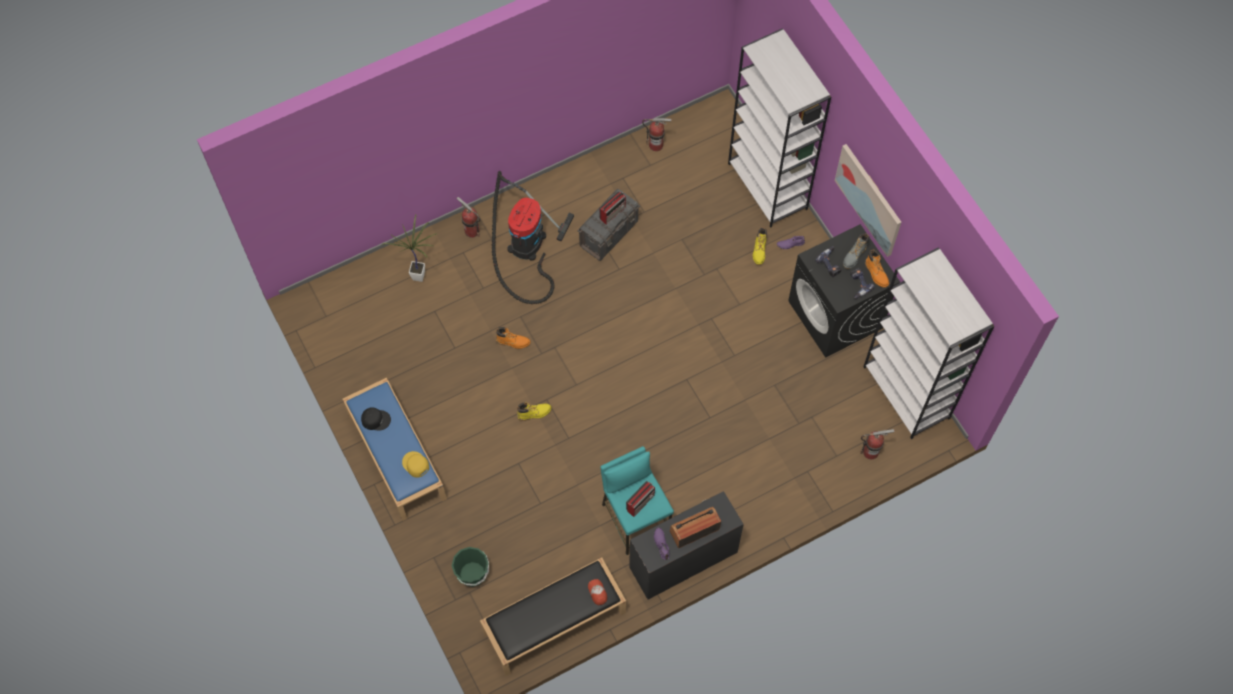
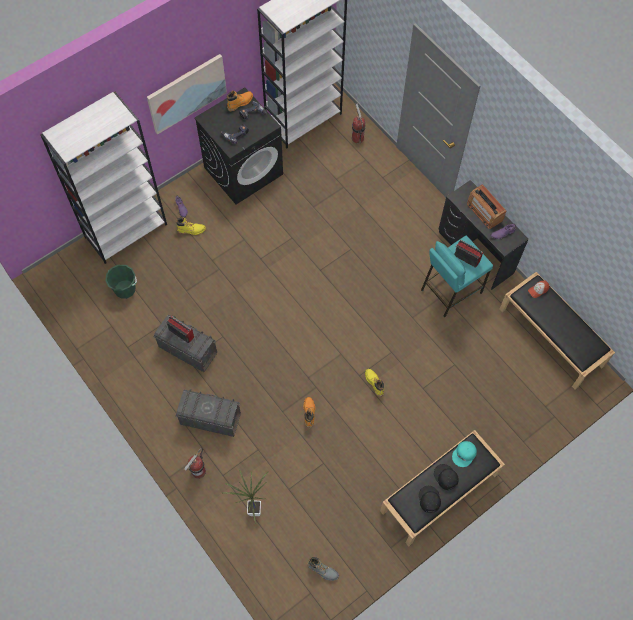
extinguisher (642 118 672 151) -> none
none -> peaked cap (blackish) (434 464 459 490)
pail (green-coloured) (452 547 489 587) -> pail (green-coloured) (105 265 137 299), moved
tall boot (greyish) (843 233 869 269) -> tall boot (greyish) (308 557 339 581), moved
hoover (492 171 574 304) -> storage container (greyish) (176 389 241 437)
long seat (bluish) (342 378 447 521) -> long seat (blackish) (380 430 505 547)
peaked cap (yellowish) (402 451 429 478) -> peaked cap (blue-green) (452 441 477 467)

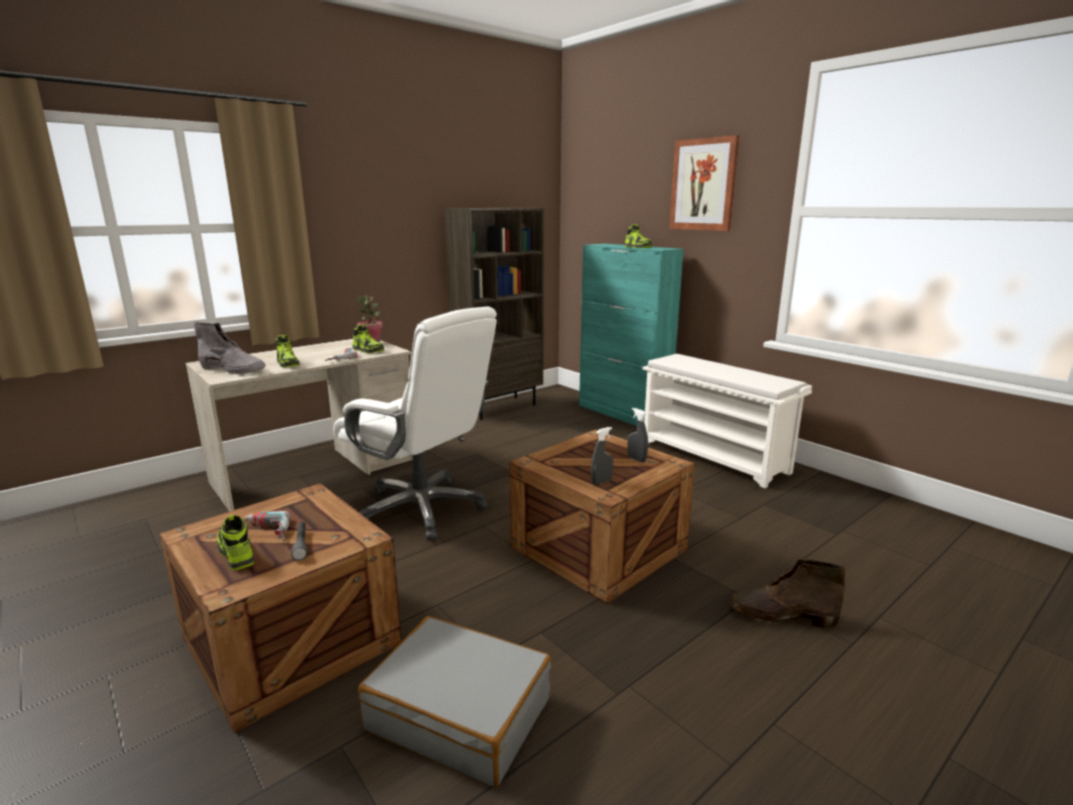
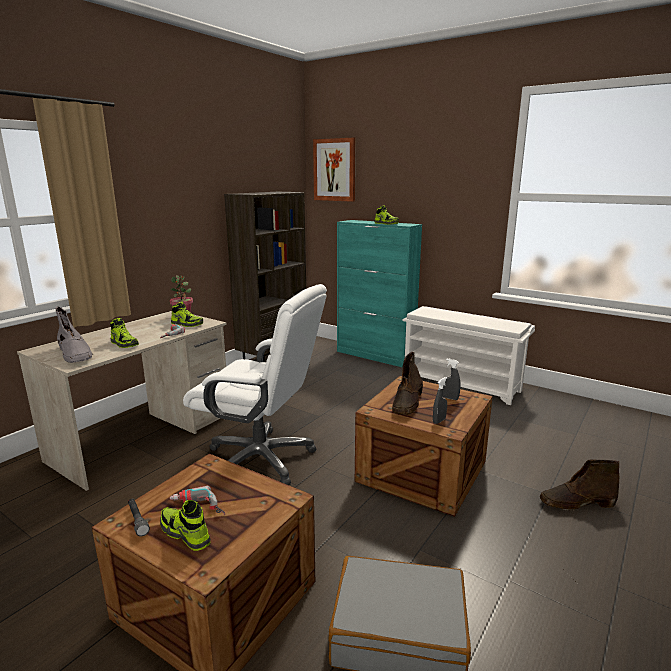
none -> tall boot (brown) (392 352 423 415)
flashlight (greyish) (291 522 308 561) -> flashlight (greyish) (128 499 150 536), moved
wall art (669 135 740 231) -> wall art (313 137 356 202), moved
tall boot (greyish) (194 323 265 374) -> tall boot (greyish) (55 307 93 363), 45 degrees clockwise

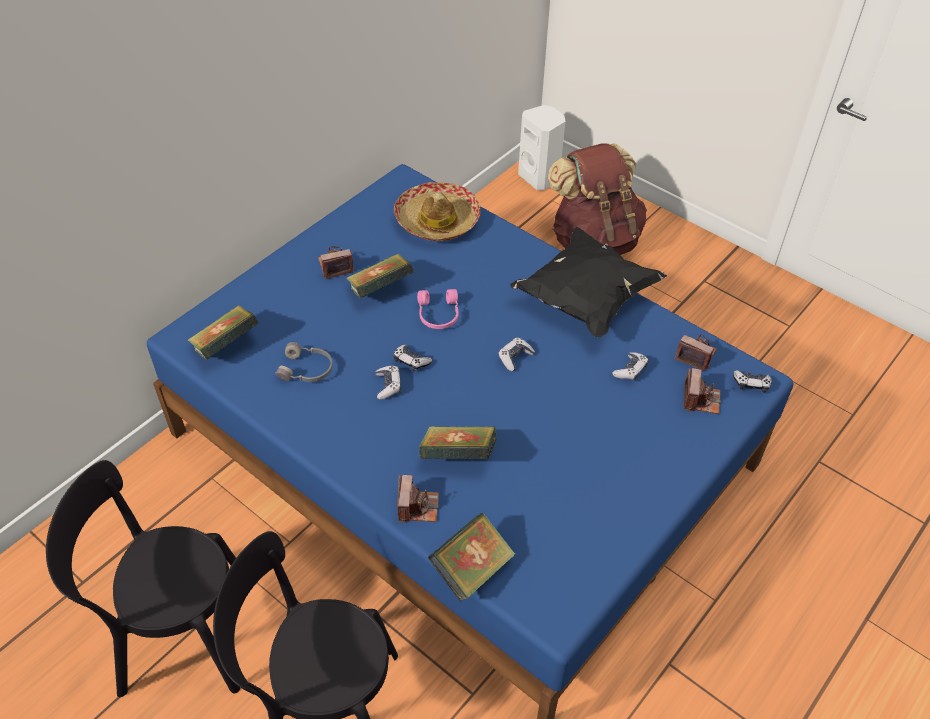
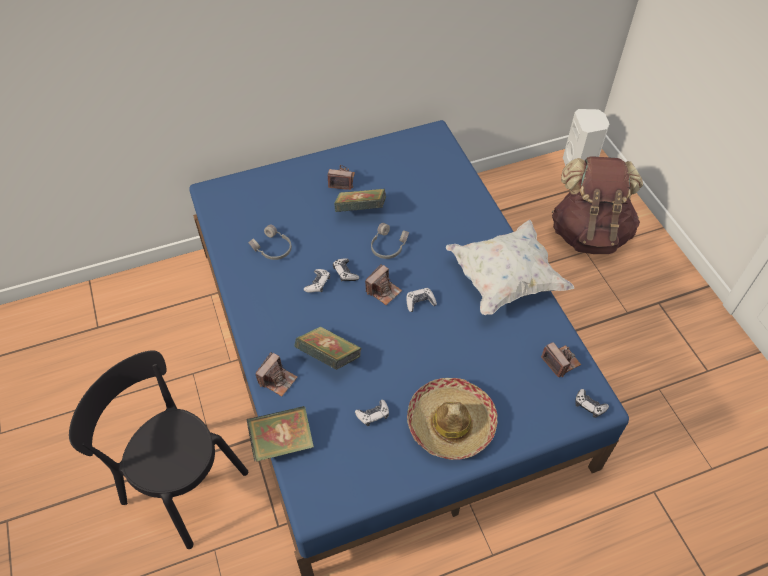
chair (blackish) (46 460 240 697) -> none
volume (188 305 259 360) -> none
clothing hat (394 182 481 241) -> clothing hat (407 378 498 460), moved
gamepad (612 352 649 381) -> gamepad (355 400 389 426), moved
photo camera (684 368 721 414) -> photo camera (365 264 402 305), moved
headset (pinkish) (417 289 459 329) -> headset (greyish) (371 223 409 259)
throw pillow (blackish) (510 227 667 337) -> throw pillow (white) (446 220 574 315)

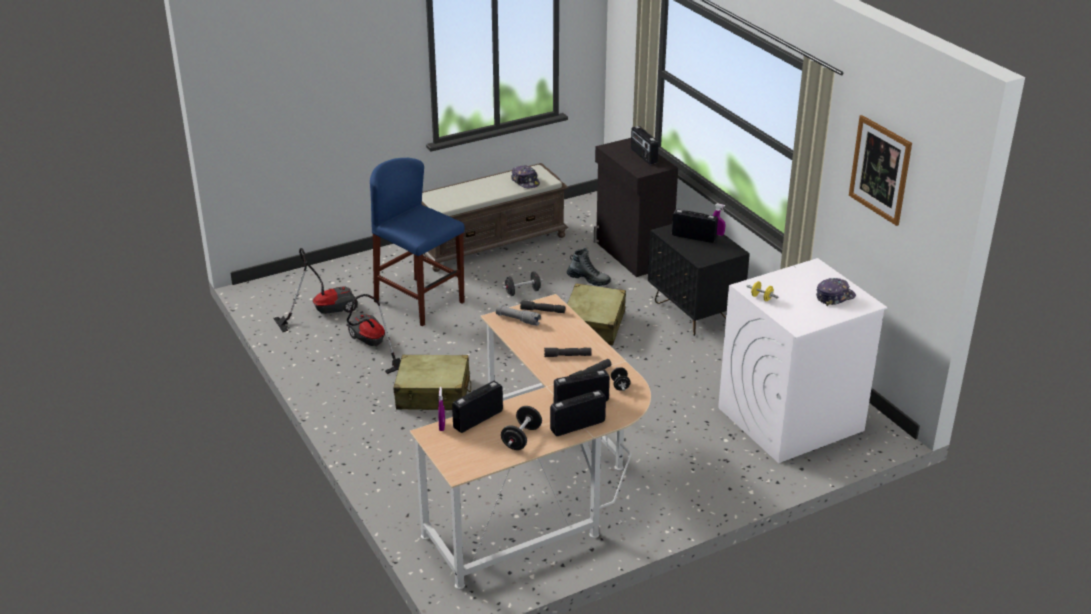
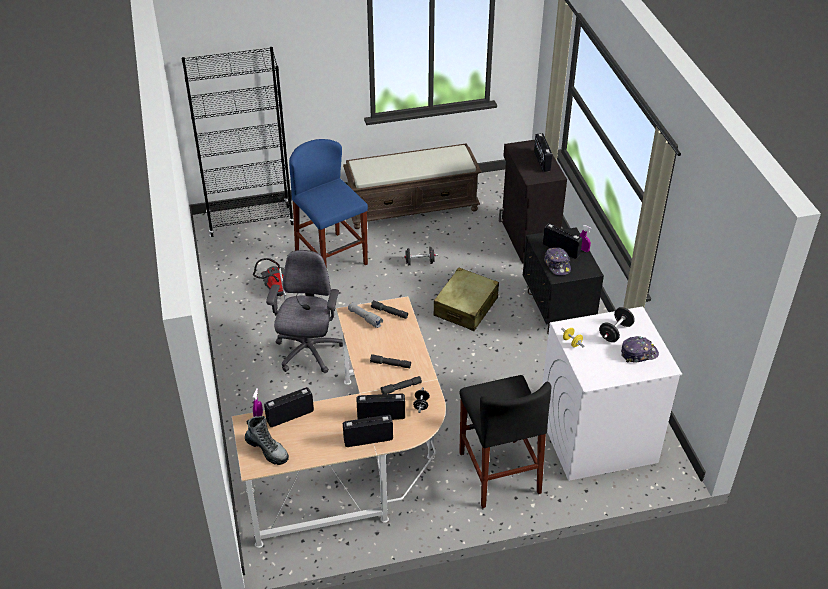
hoover (273 248 358 332) -> none
wall art (849 115 912 226) -> none
none -> bookshelf (blackish) (182 47 294 237)
none -> stool (blackish) (459 375 551 508)
free weight (blackish) (501 406 542 450) -> free weight (blackish) (599 307 635 342), moved
peaked cap (511 165 540 188) -> peaked cap (544 247 571 275), moved
tall boot (567 248 611 286) -> tall boot (245 416 289 465), moved
travel case (beige-coloured) (394 355 471 410) -> desk chair (greyish) (266 250 343 373)

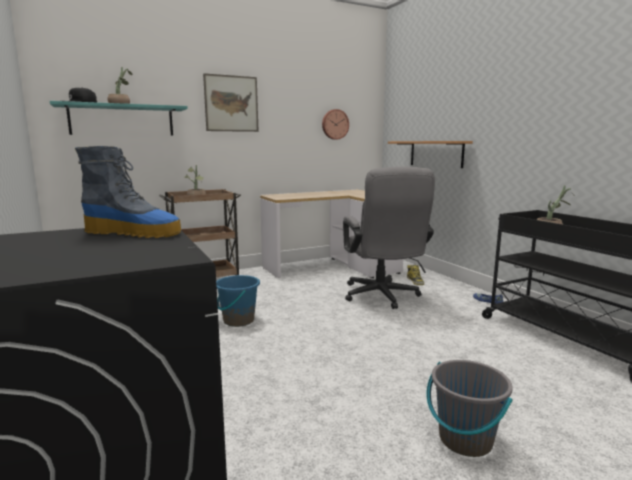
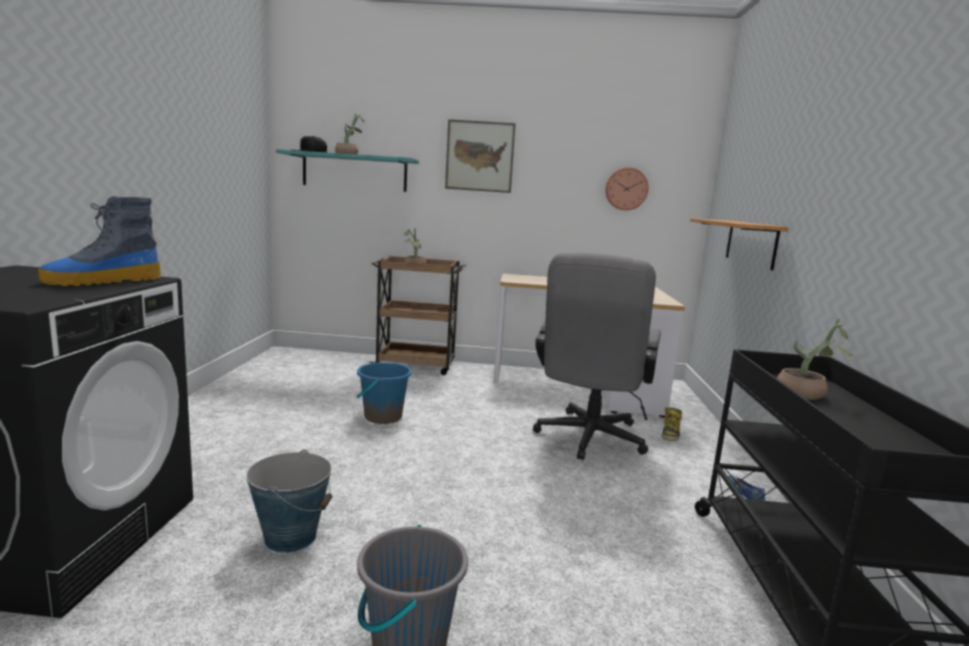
none -> pail (246 449 332 553)
tall boot (75 146 181 238) -> tall boot (38 196 161 286), 90 degrees clockwise

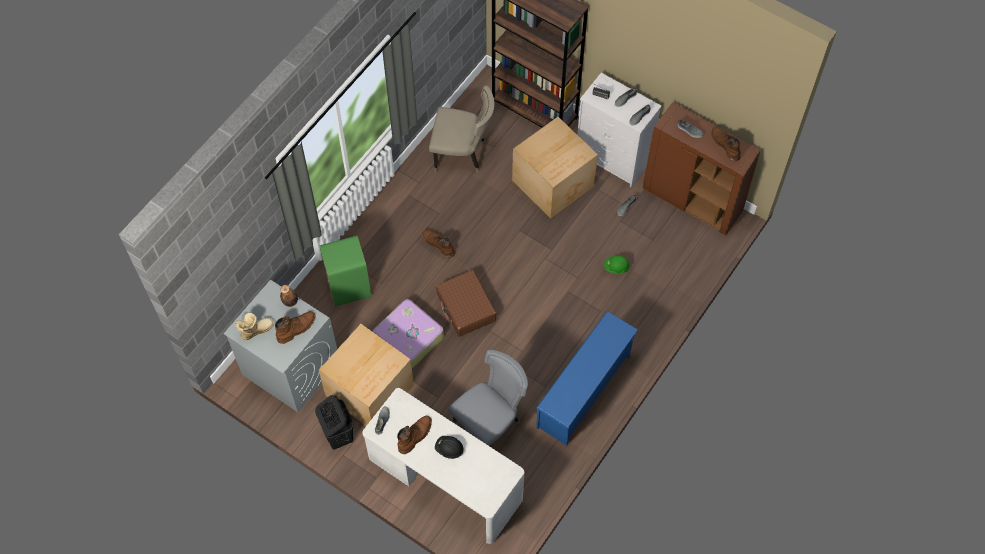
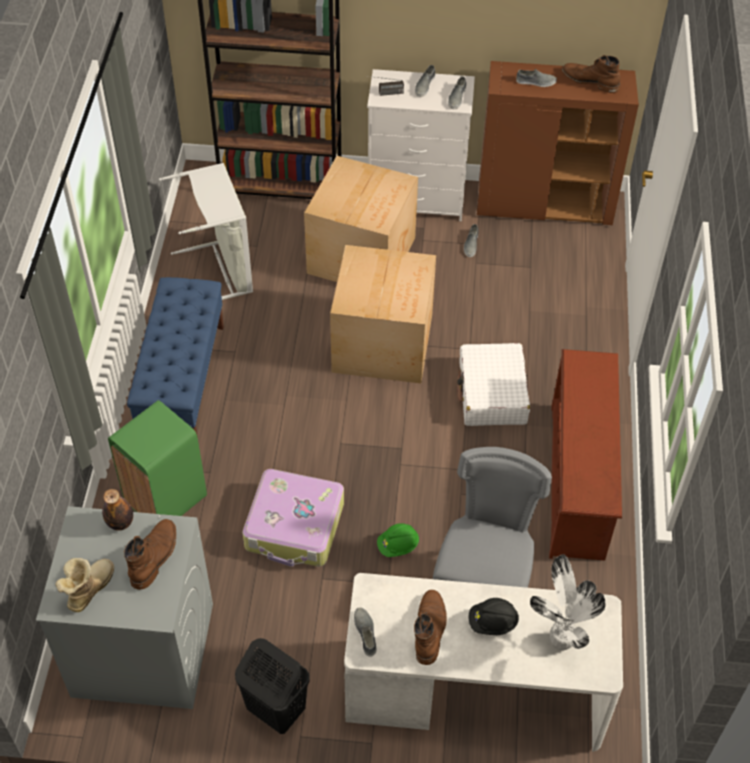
tall boot (brown) (422 230 455 258) -> none
travel case (brown) (436 270 496 337) -> none
none -> long seat (bluish) (127 277 224 437)
none -> travel case (white) (457 343 530 426)
none -> houseplant (530 554 606 651)
packing box (319 324 414 426) -> packing box (330 245 436 383), moved
safety helmet (green-coloured) (604 255 630 274) -> safety helmet (green-coloured) (377 523 419 557), moved
chair (beige-coloured) (429 85 495 173) -> laundry basket (greyish) (159 163 253 300)
shoe rack (bluish) (536 311 638 446) -> shoe rack (brown) (549 349 622 561)

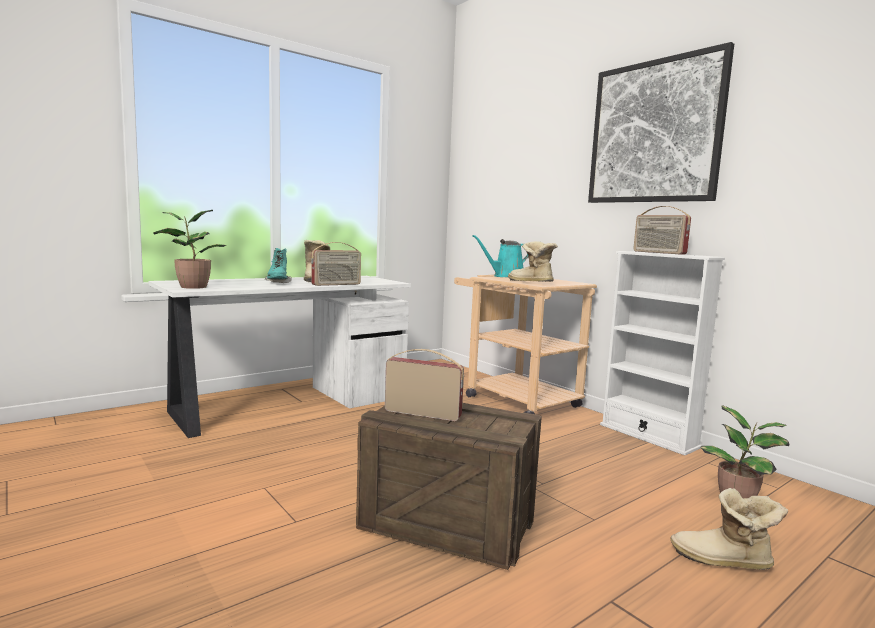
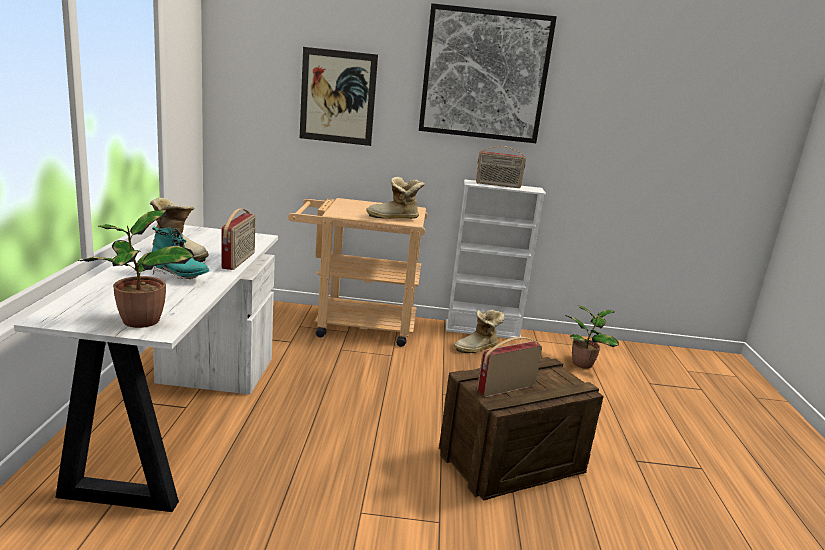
sprinkling can (blue-green) (472 235 528 277) -> none
none -> wall art (300 47 378 146)
tall boot (671 488 788 570) -> tall boot (454 309 505 353), moved

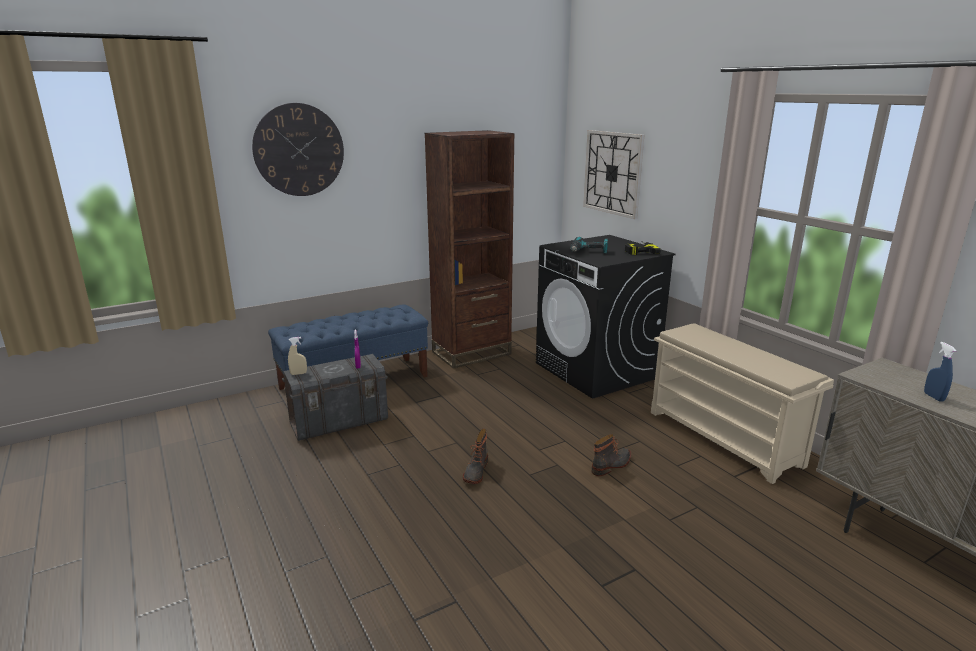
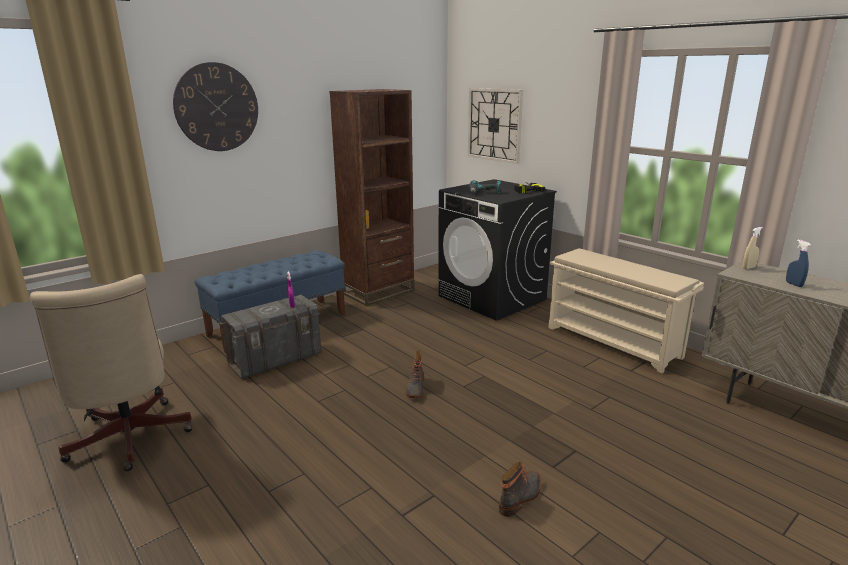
none -> desk chair (beige-coloured) (30 274 193 471)
spray bottle (beige-coloured) (288 337 307 375) -> spray bottle (beige-coloured) (743 227 763 269), moved
tall boot (591 434 631 476) -> tall boot (499 461 541 517), moved

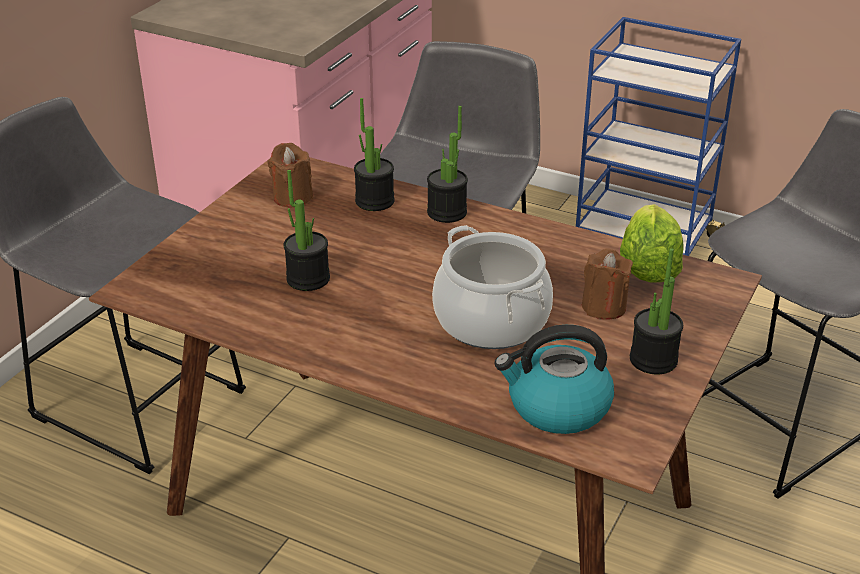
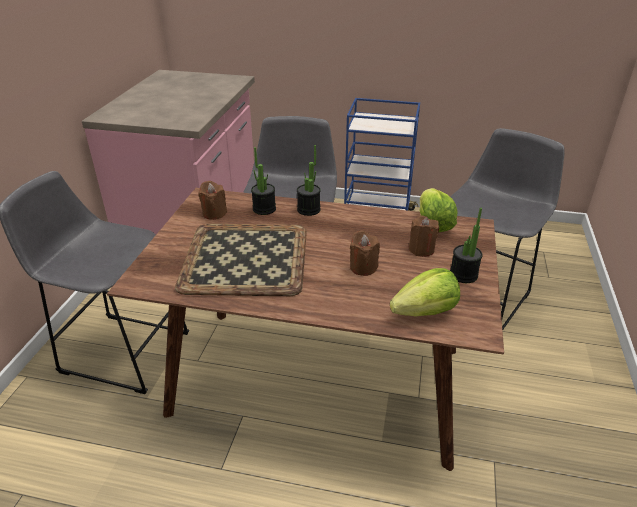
houseplant (284 170 330 291) -> tray (175 224 307 296)
cooking pot (432 225 553 349) -> wax candle (brown) (350 230 380 276)
kettle (495 325 614 434) -> lettuce head (390 268 460 317)

